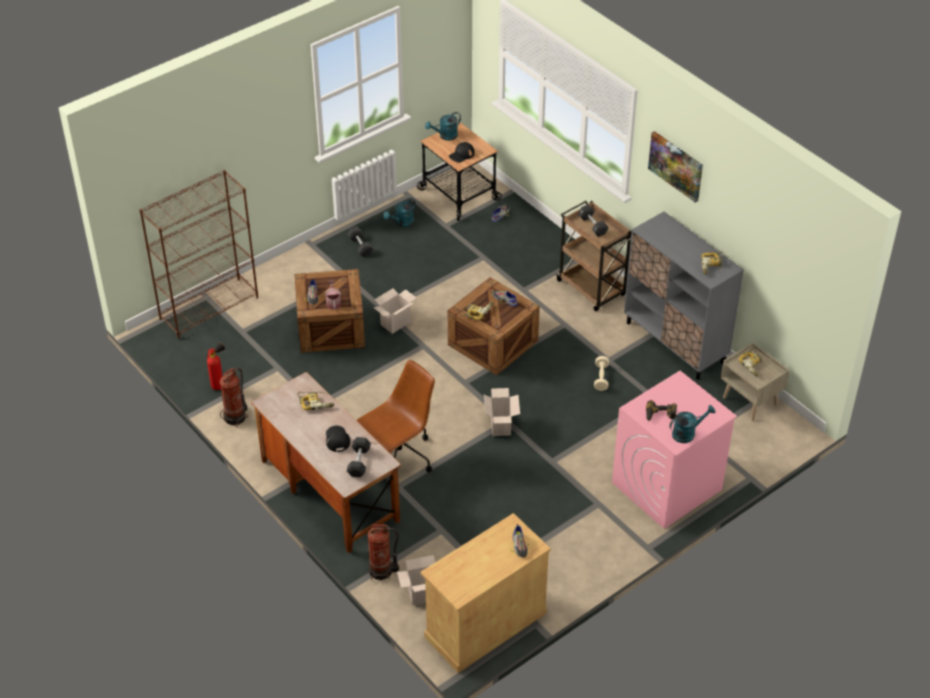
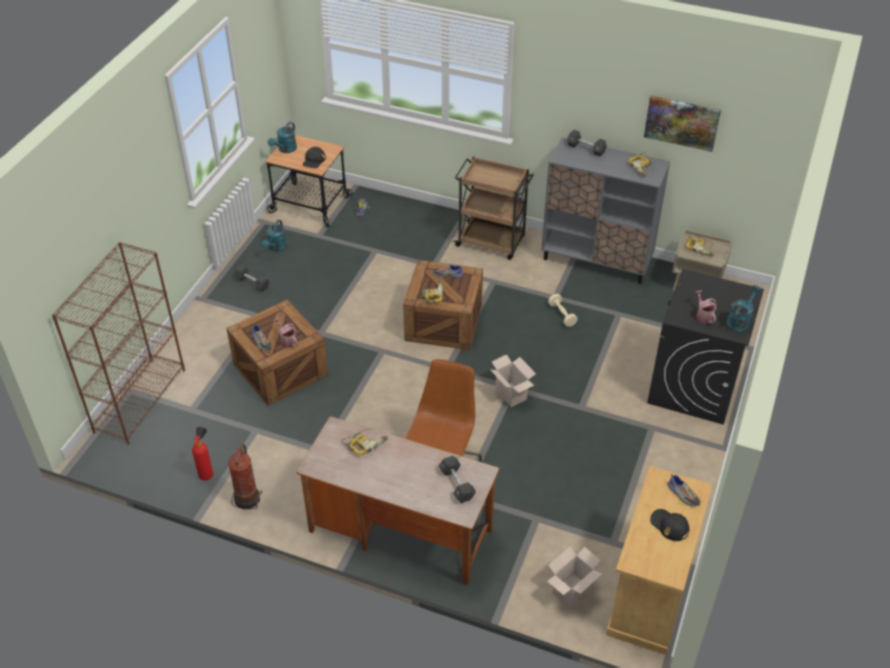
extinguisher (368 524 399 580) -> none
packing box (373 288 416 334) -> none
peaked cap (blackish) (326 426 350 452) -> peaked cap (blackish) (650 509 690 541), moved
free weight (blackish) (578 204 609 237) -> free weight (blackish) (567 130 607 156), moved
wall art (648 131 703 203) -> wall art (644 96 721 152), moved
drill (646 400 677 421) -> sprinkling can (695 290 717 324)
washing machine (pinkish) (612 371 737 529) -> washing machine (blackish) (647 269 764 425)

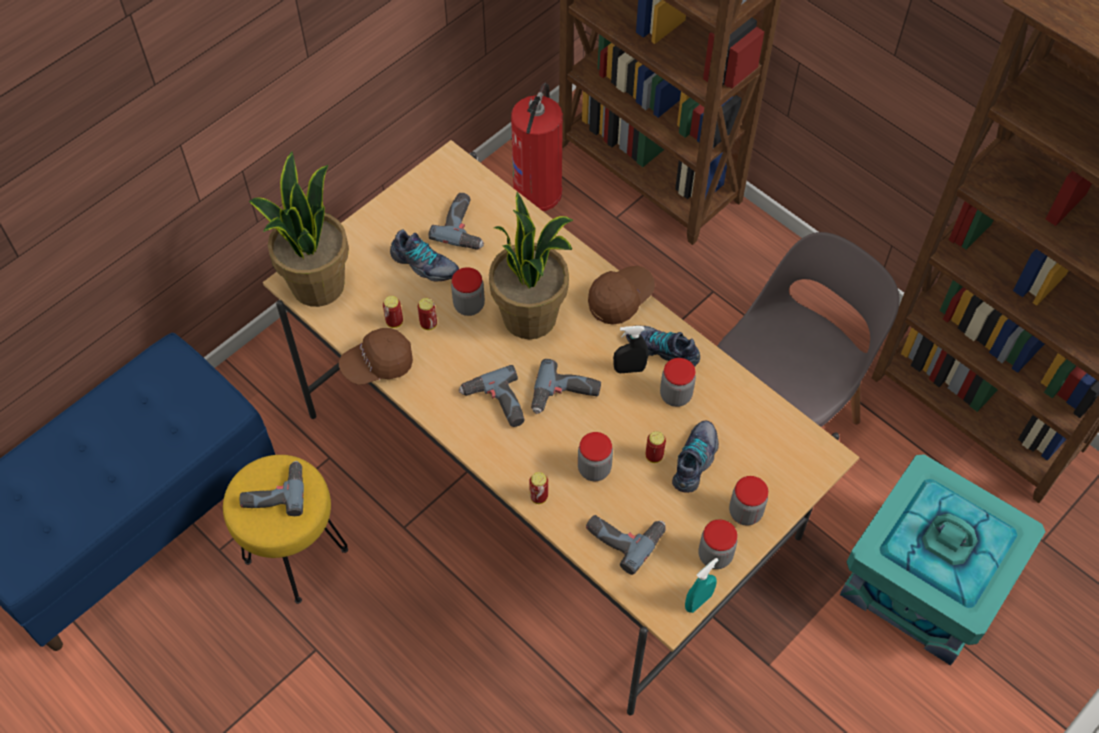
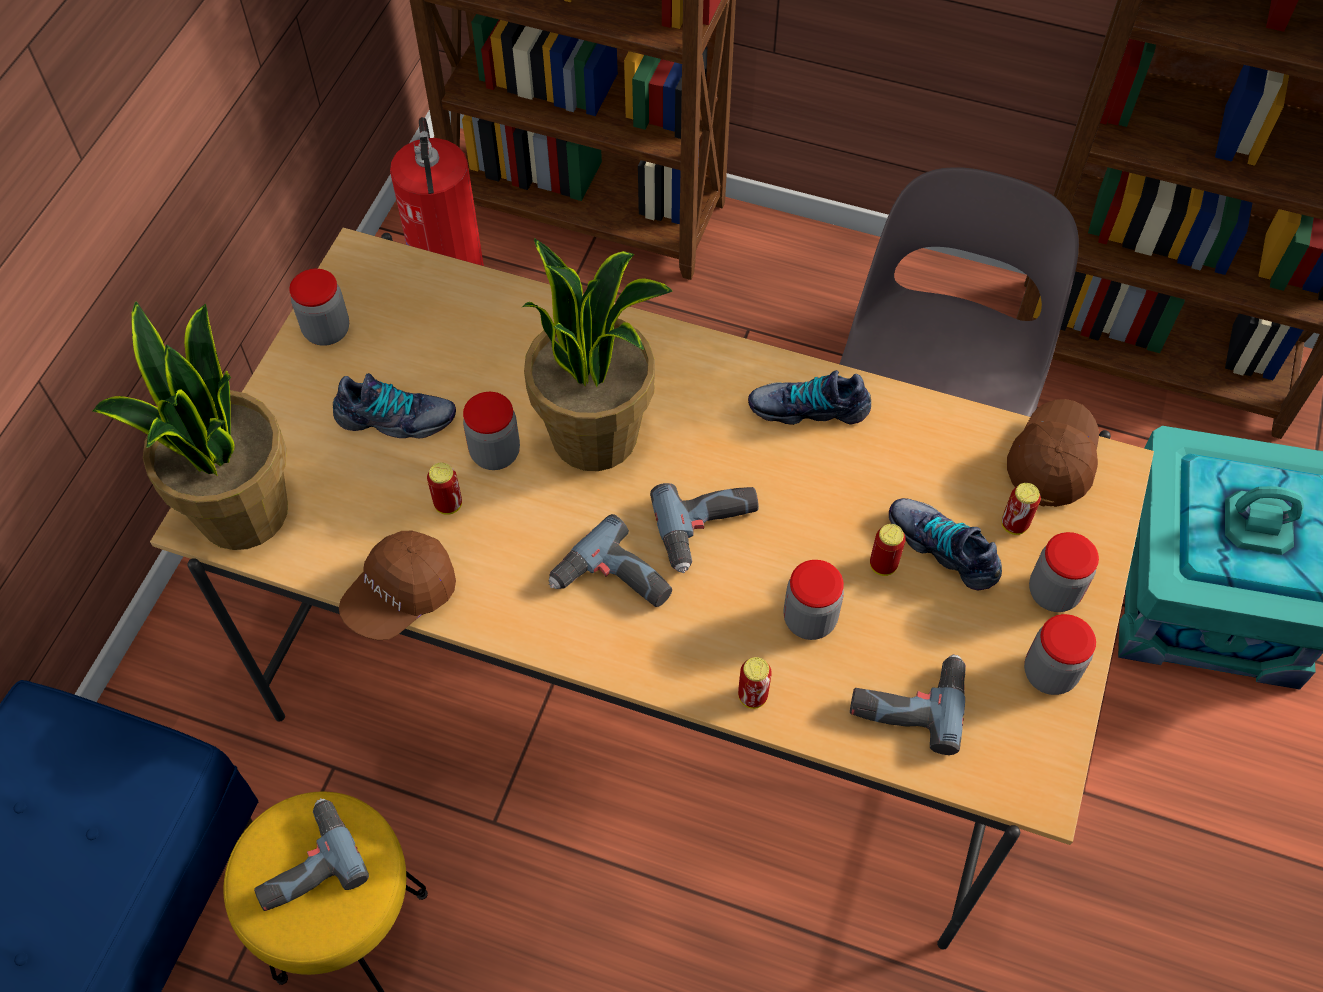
drill (429 193 484 250) -> none
spray bottle (blackish) (613 326 648 373) -> none
spray bottle (blue-green) (685 558 718 613) -> none
metal can (383 296 403 328) -> metal can (1001 483 1041 535), moved
peaked cap (brown) (588 266 655 325) -> peaked cap (brown) (1007 399 1099 507), moved
jar (660 358 696 407) -> jar (289 269 349 346), moved
low shoe (672 421 719 493) -> low shoe (889 498 1002 591), 45 degrees counterclockwise

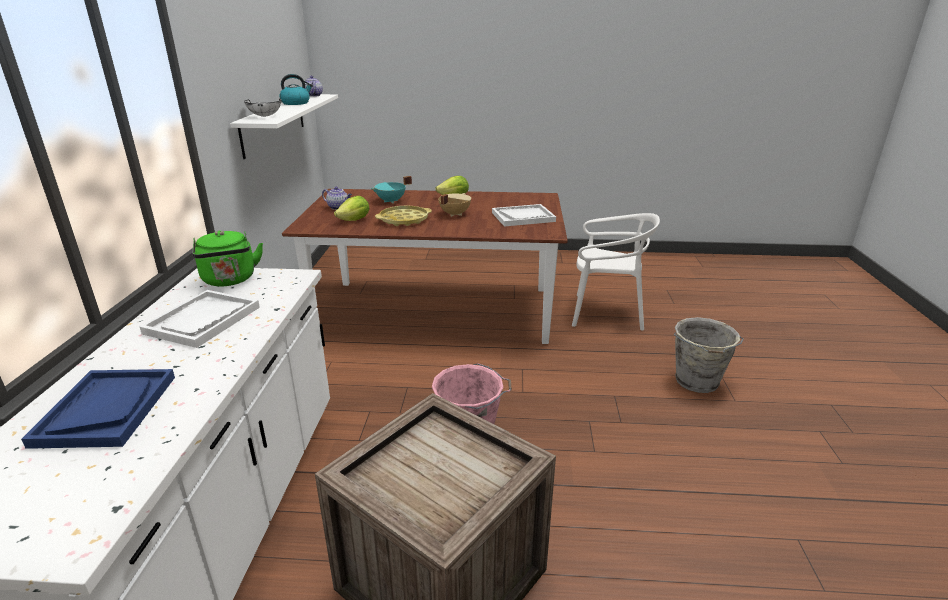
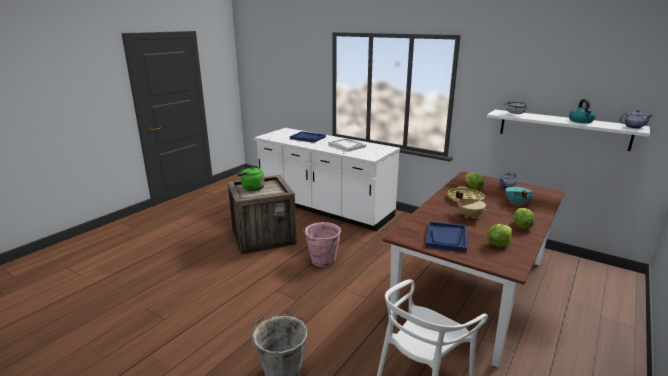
none -> lettuce head (487 224 512 247)
kettle (green-coloured) (192 231 263 286) -> kettle (green-coloured) (237 166 265 191), moved
tray (white) (492 204 556 227) -> tray (bluish) (425 221 467 252)

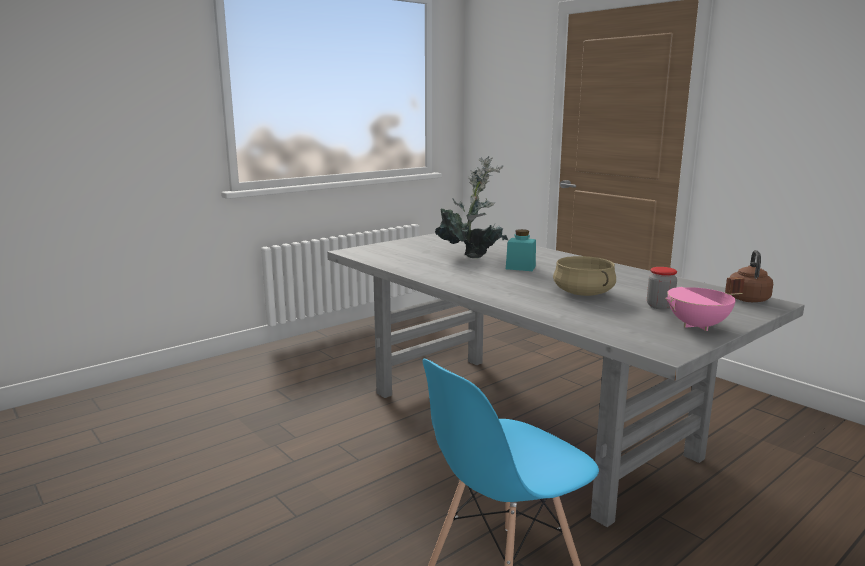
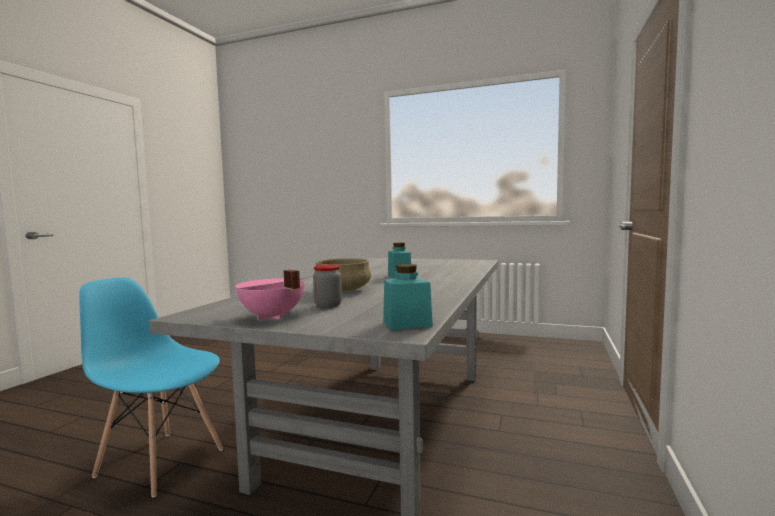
houseplant (435 156 508 258) -> none
kettle (brown) (729 250 773 302) -> jar (blue-green) (383 264 433 330)

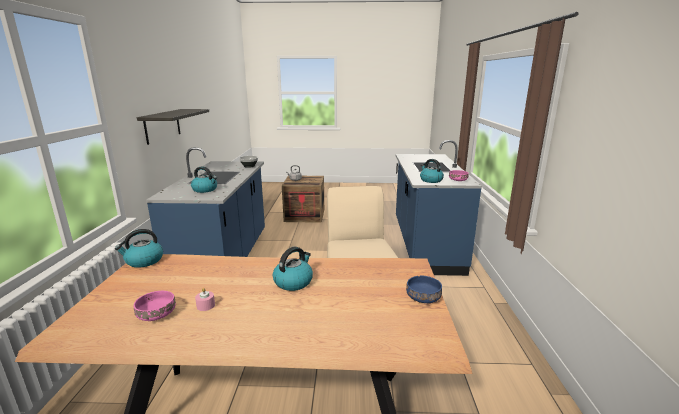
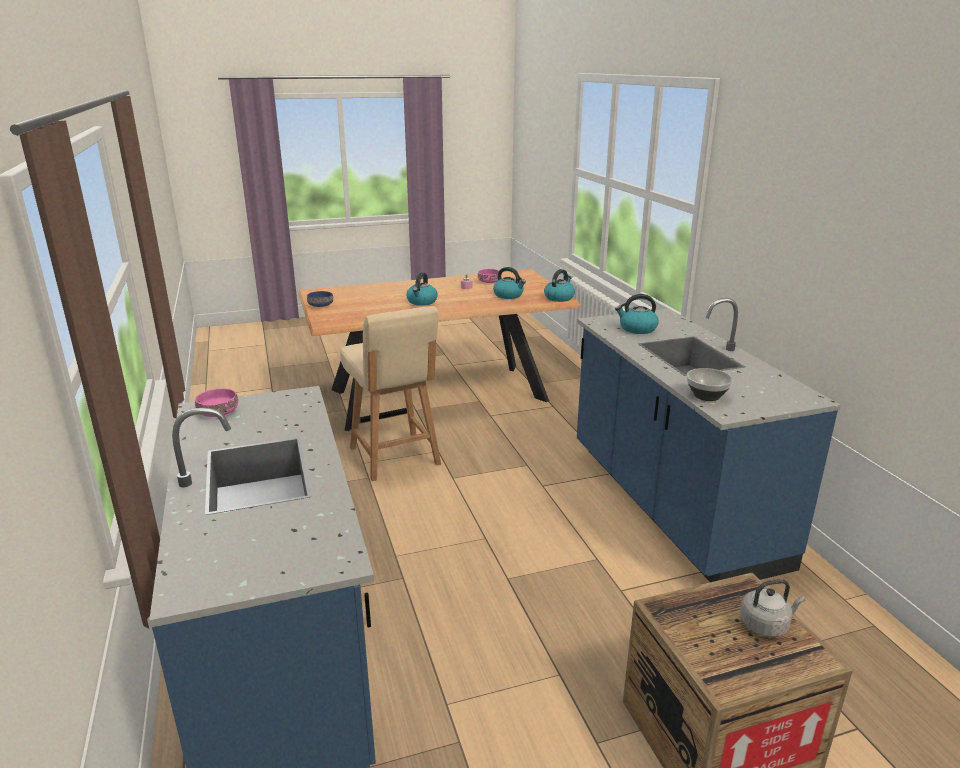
bracket shelf (137 109 209 145) -> none
kettle (420 159 444 183) -> kettle (493 267 526 299), moved

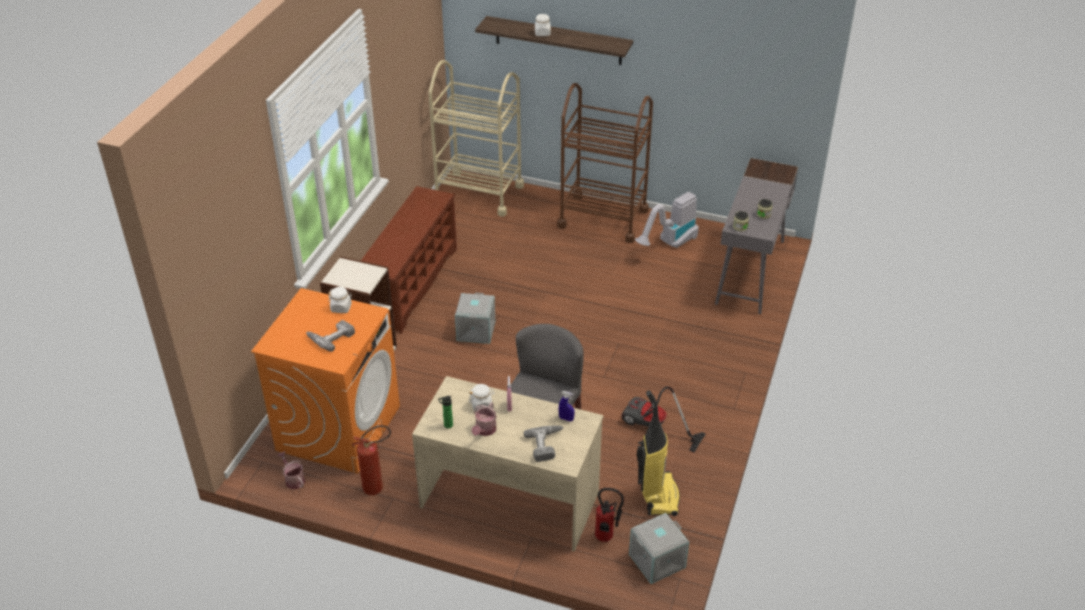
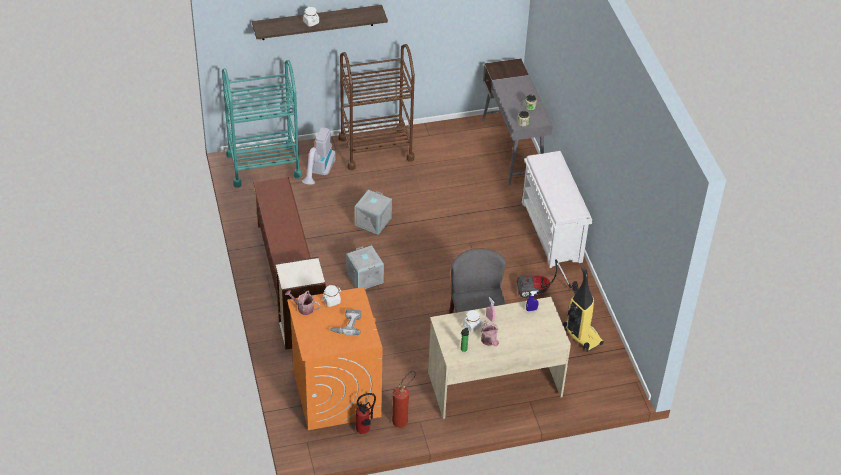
drill (524 425 564 462) -> none
none -> long seat (white) (522 151 592 268)
sprinkling can (278 451 305 489) -> sprinkling can (285 290 321 315), moved
extinguisher (595 488 624 542) -> extinguisher (356 393 376 434), moved
storage container (greyish) (629 513 689 584) -> storage container (greyish) (355 190 392 235), moved
hoover (635 192 699 248) -> hoover (302 127 336 185), moved
wheeled cart (beige-coloured) (428 60 524 217) -> wheeled cart (blue-green) (222 60 302 188)

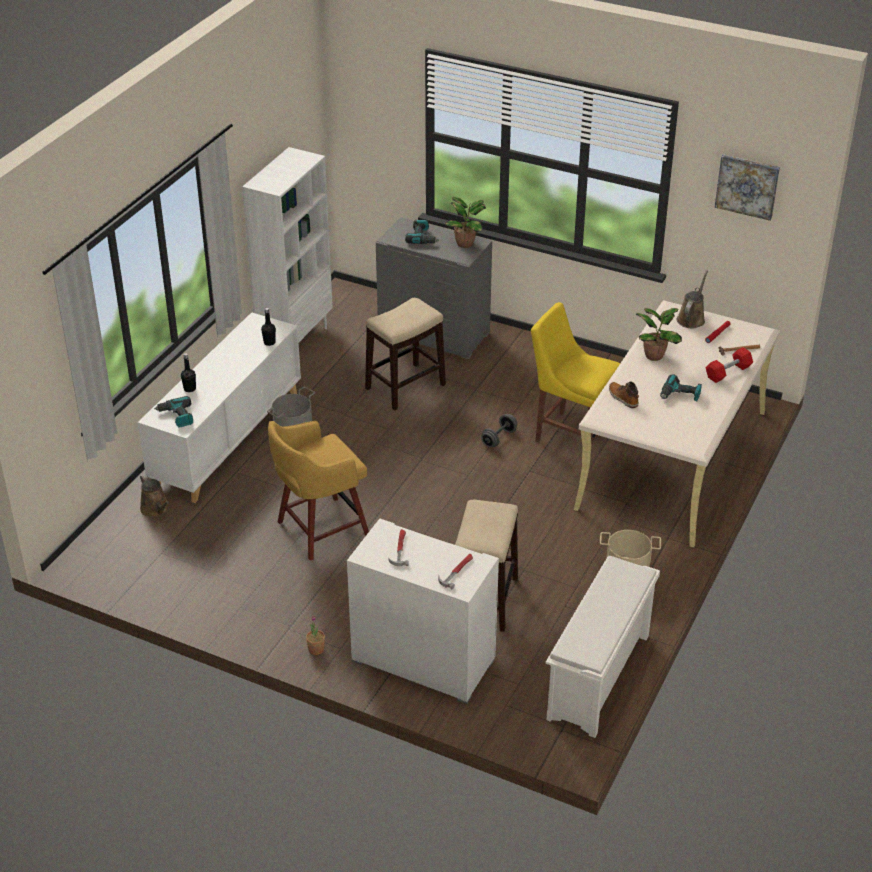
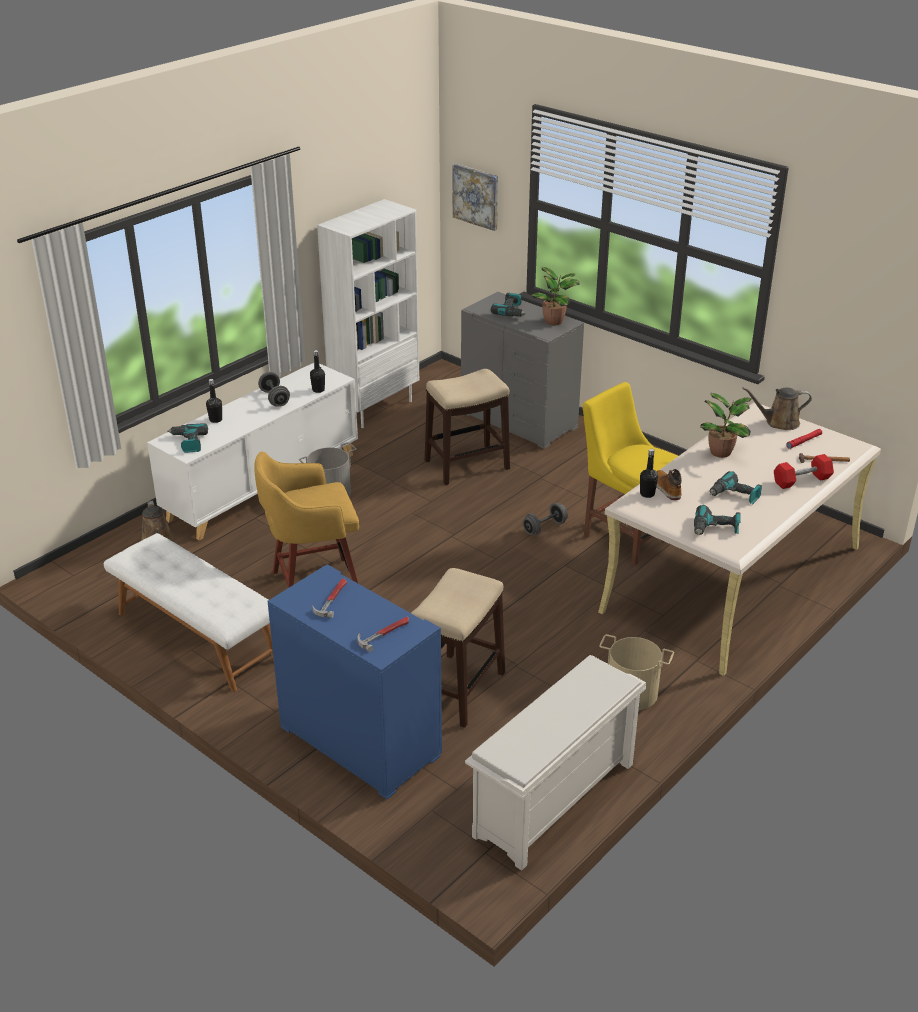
houseplant (306 615 325 655) -> none
none -> long seat (white) (104 533 274 692)
none -> free weight (greyish) (258 372 290 407)
none -> beverage bottle (blackish) (640 449 658 498)
none -> drill (694 505 740 535)
wall art (715 154 780 221) -> wall art (453 164 498 231), moved
dresser (white) (347 519 499 704) -> dresser (bluish) (268 564 442 800)
sprinkling can (brown) (677 270 708 328) -> sprinkling can (brown) (742 387 812 430), 135 degrees counterclockwise

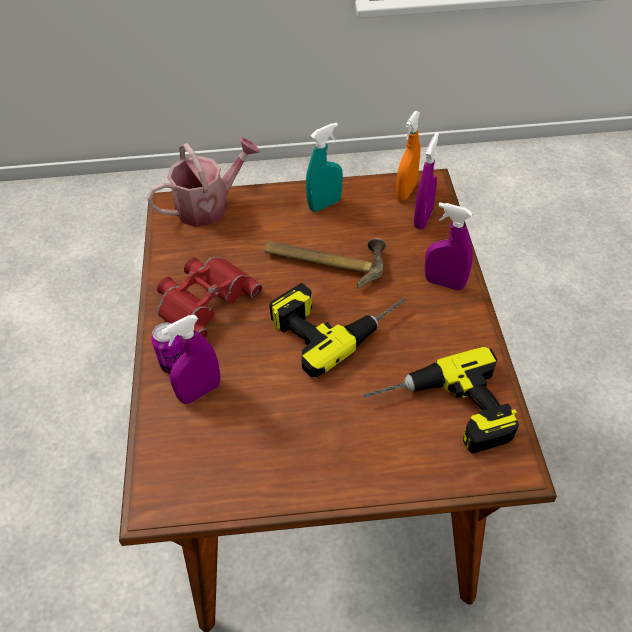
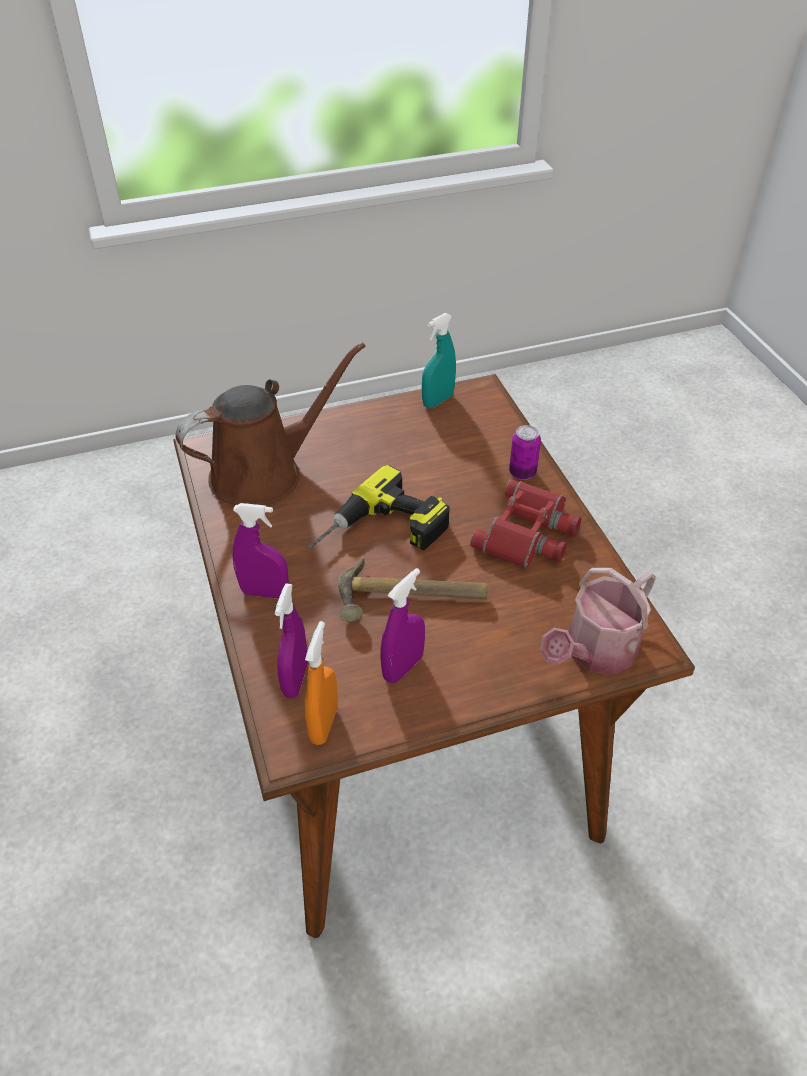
spray bottle (purple-coloured) (161 315 220 404) -> spray bottle (purple-coloured) (380 568 425 683), moved
spray bottle (blue-green) (306 122 343 212) -> spray bottle (blue-green) (422 313 456 408), moved
drill (363 347 519 454) -> sprinkling can (brown) (176 342 366 505)

